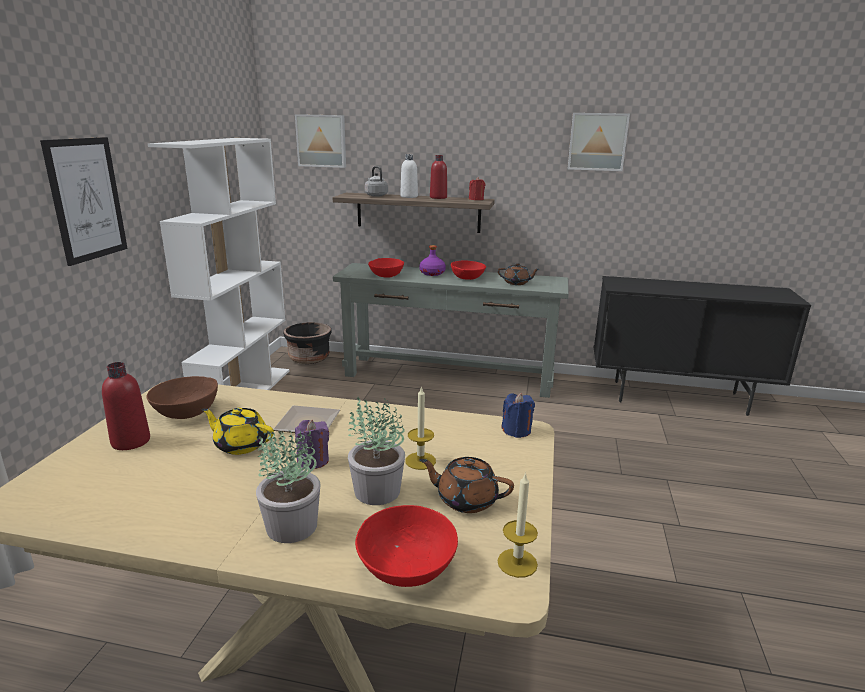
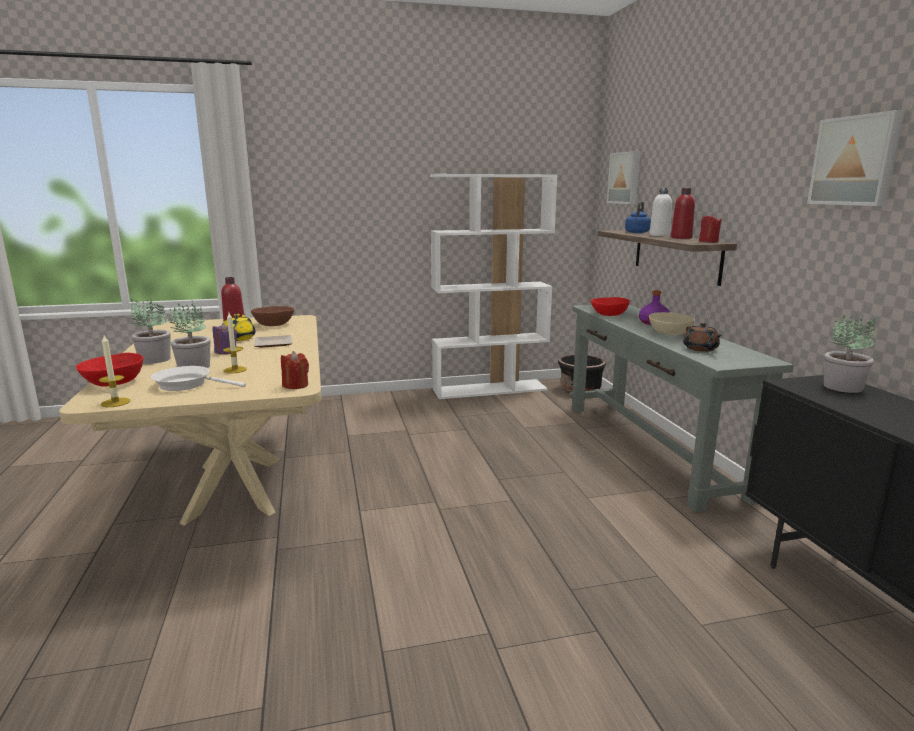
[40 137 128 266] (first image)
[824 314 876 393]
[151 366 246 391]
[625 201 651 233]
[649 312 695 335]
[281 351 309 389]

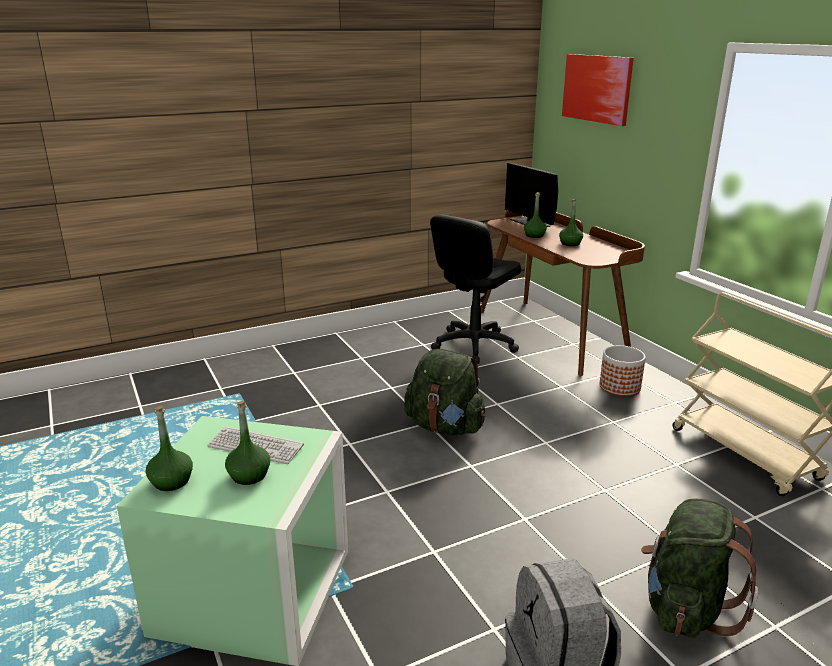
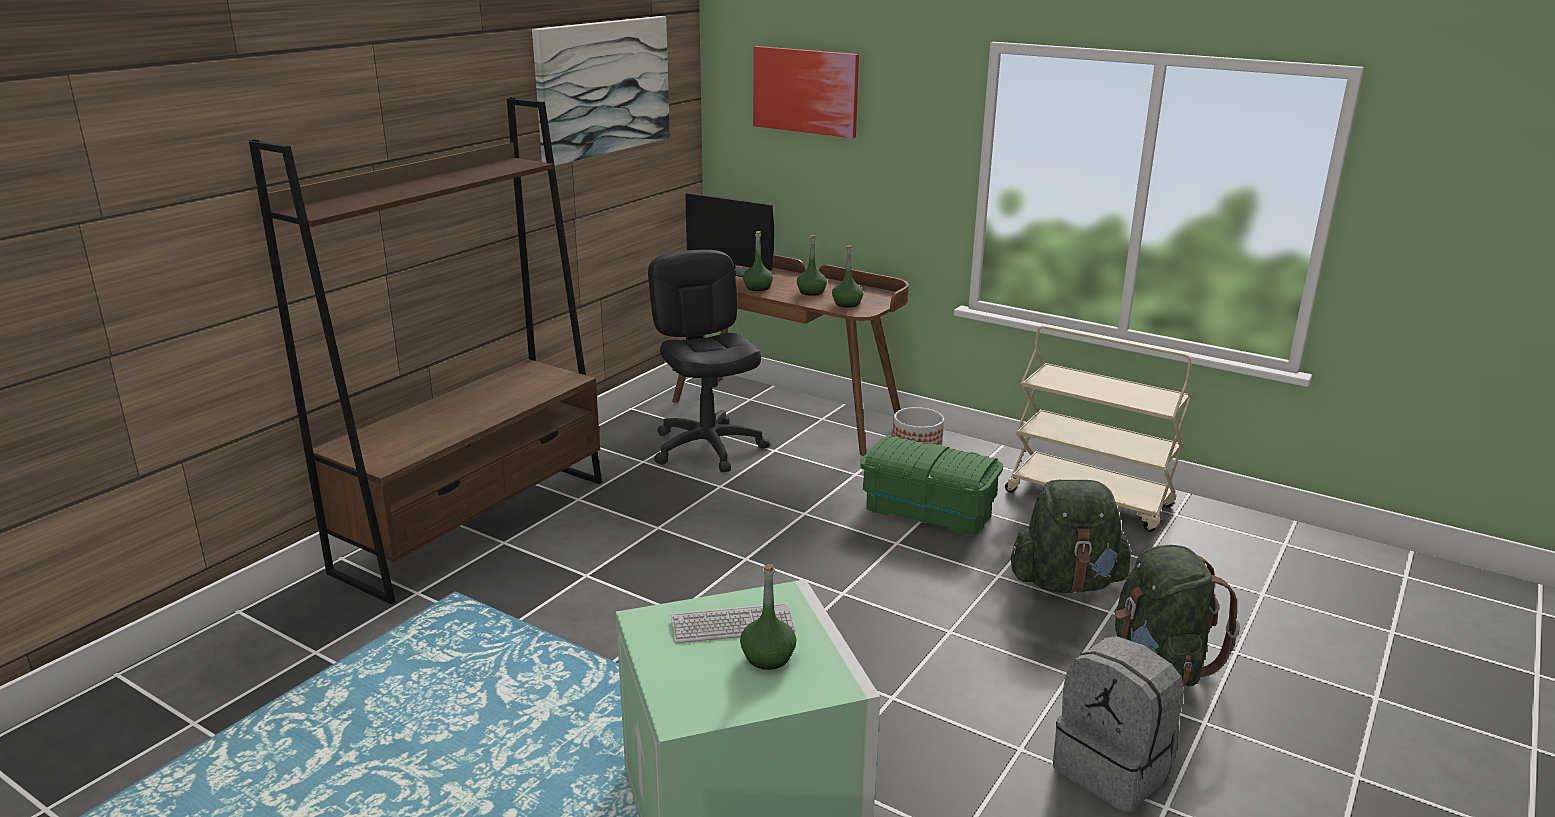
[249 97 602 604]
[532 16 670 166]
[860 435 1003 535]
[832 245 863 307]
[1011 480 1133 593]
[648 250 769 472]

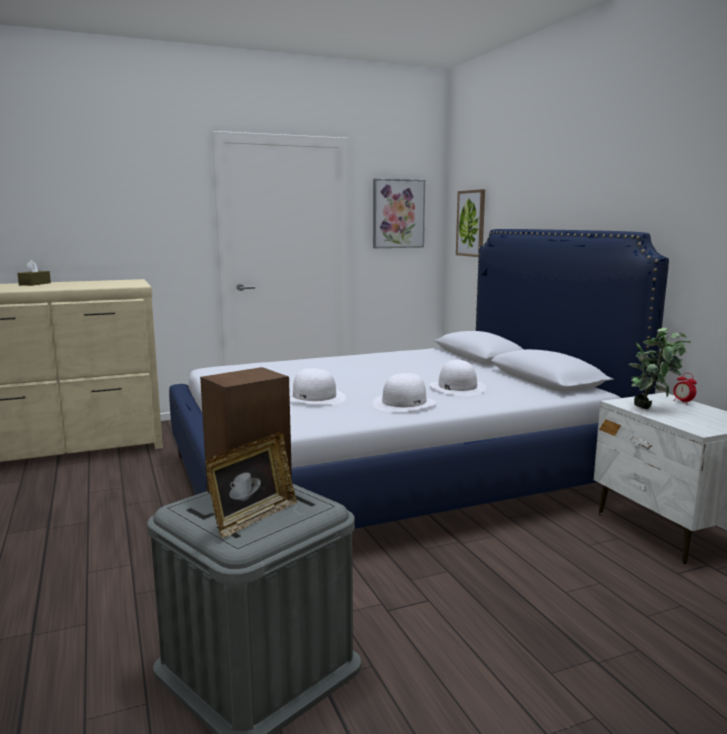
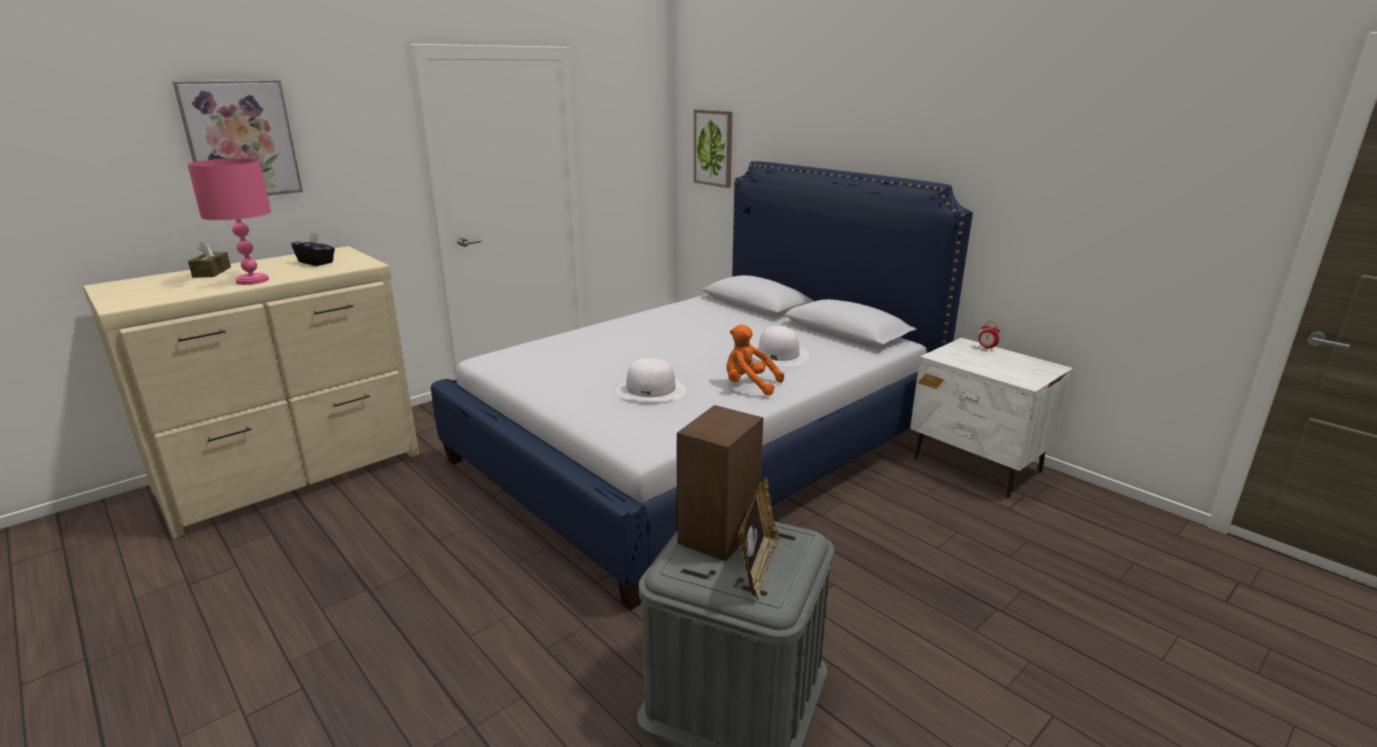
[629 328 691 409] (first image)
[187 158 271 285]
[291 232 335 266]
[172 80 303 195]
[727 324 784 395]

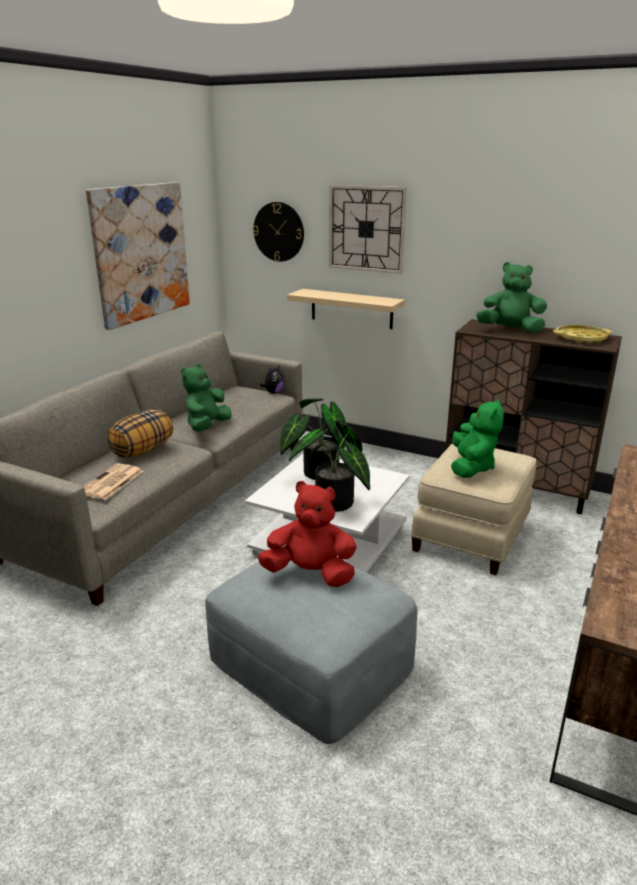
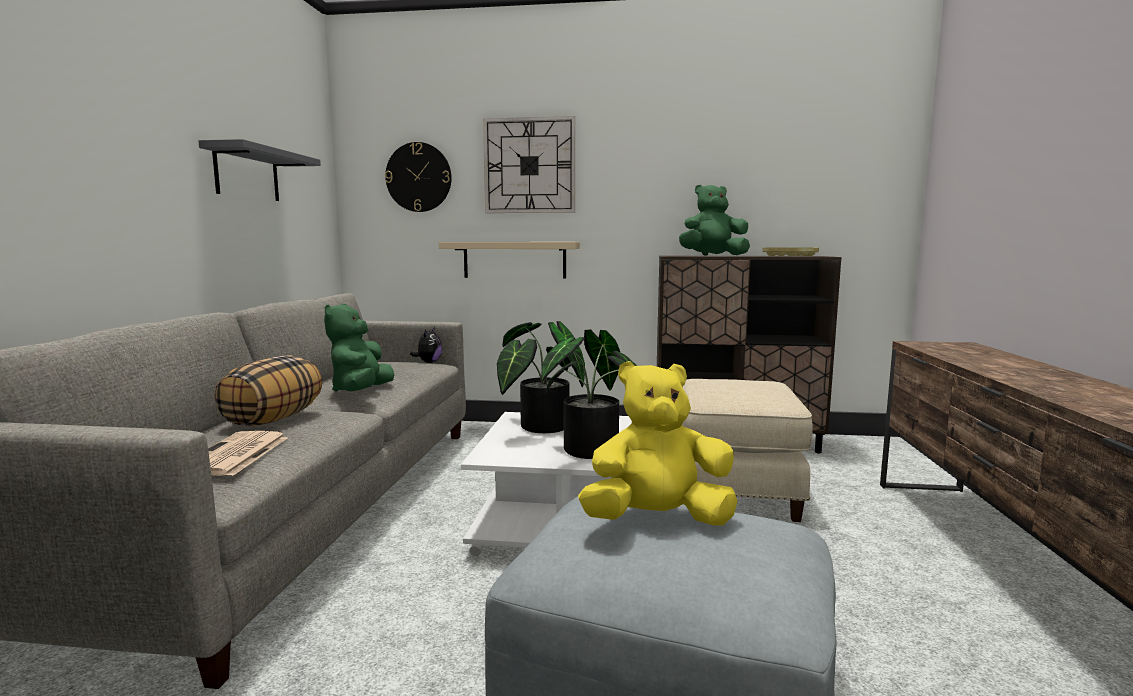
[451 399 504 478] (first image)
[199 139 321 201]
[578 361 738 526]

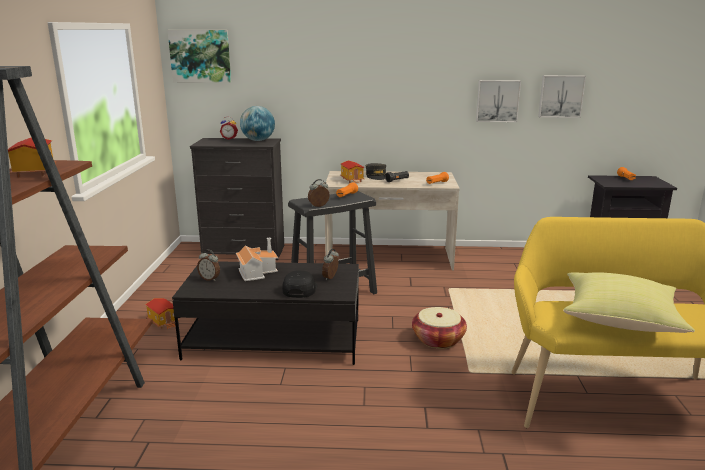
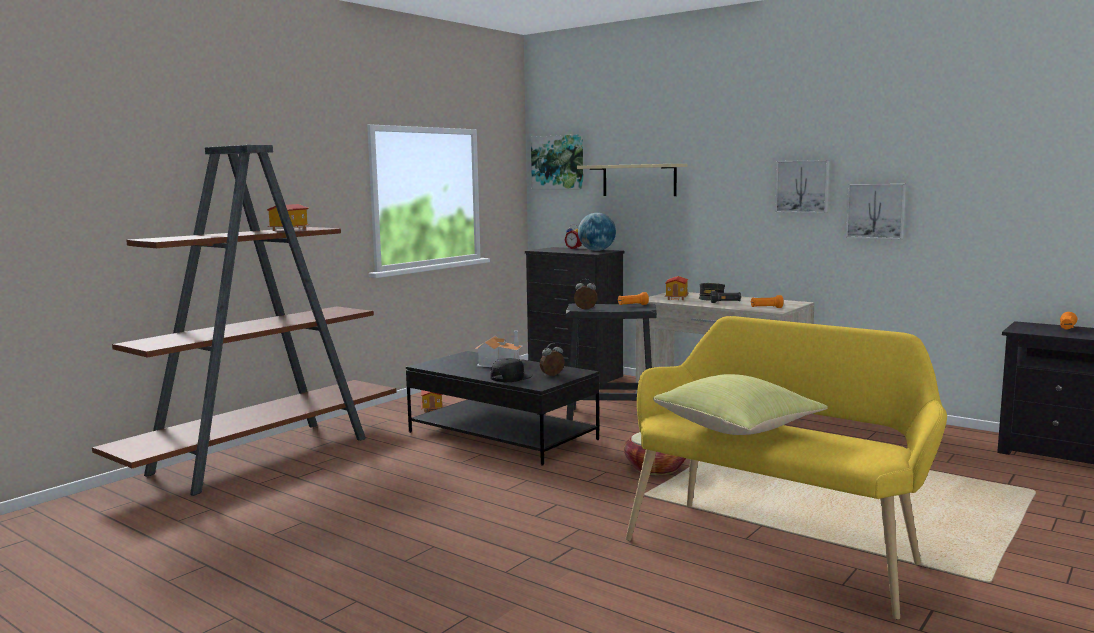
[197 250 220 281] (first image)
[577 164 687 196]
[775 160 830 213]

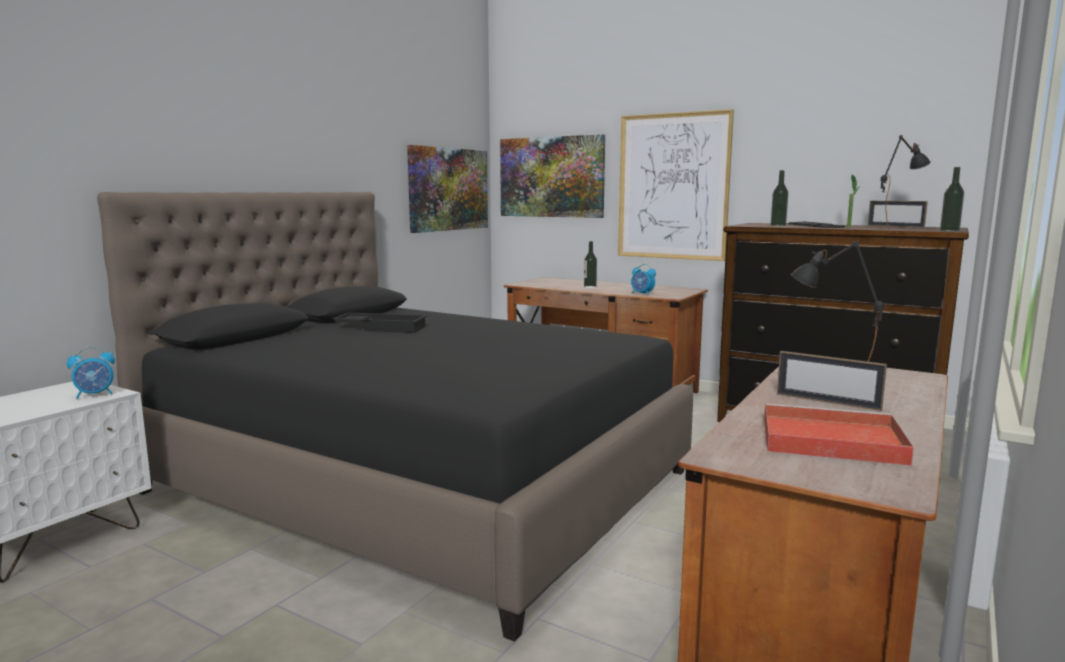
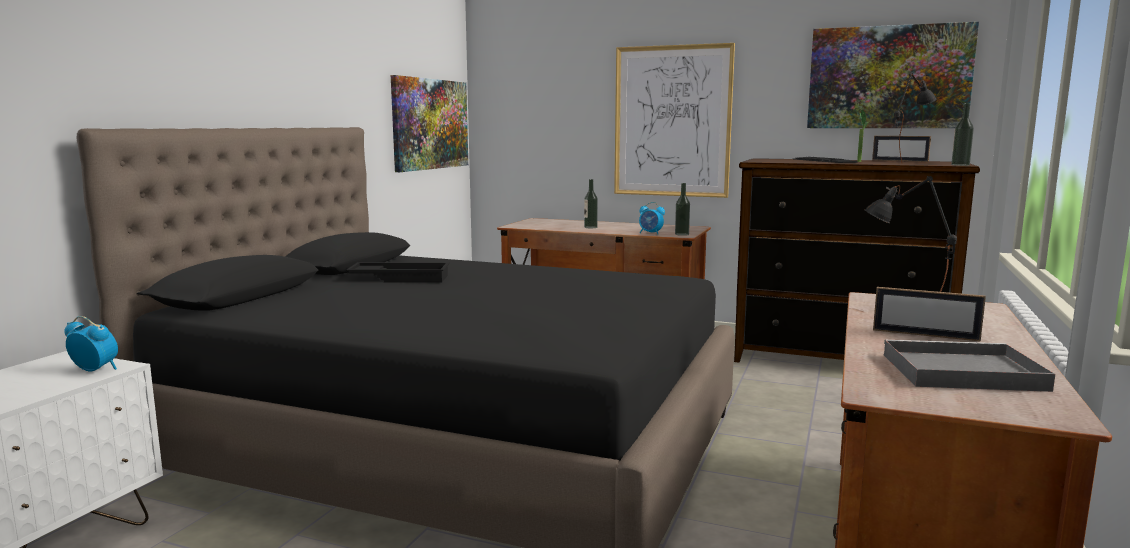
[807 22 979 128]
[675 183 690 236]
[884 340 1055 392]
[64 316 118 372]

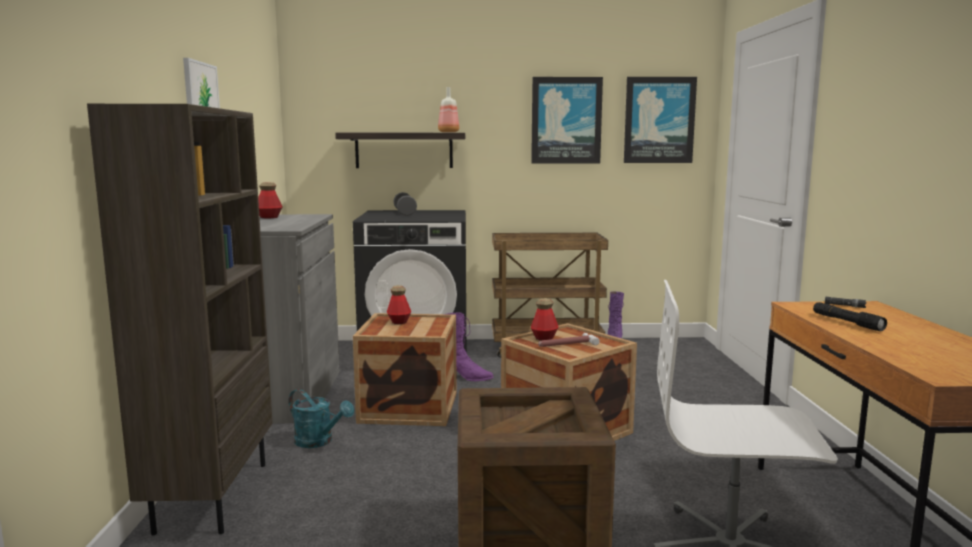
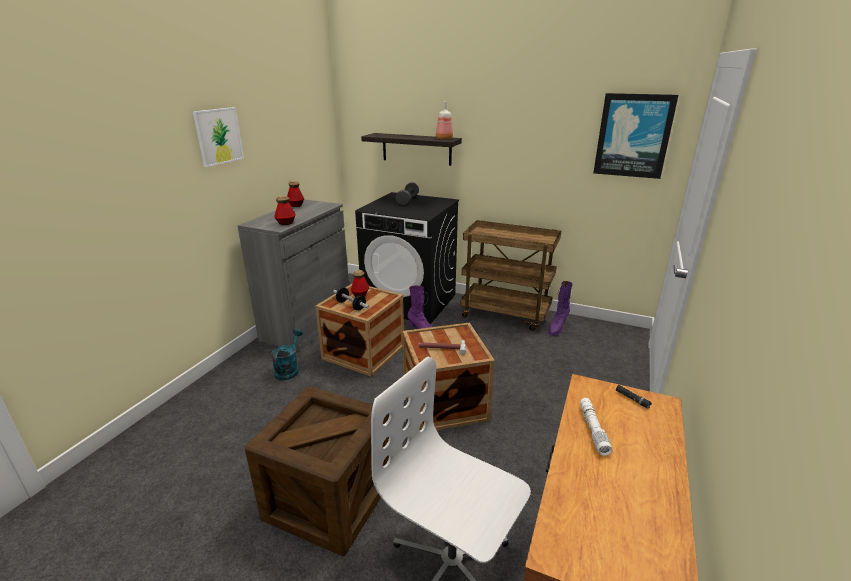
[87 104 273 535] (first image)
[531 77 603 163] (first image)
[333 287 369 311]
[274 196 296 225]
[580 398 612 455]
[271 329 303 381]

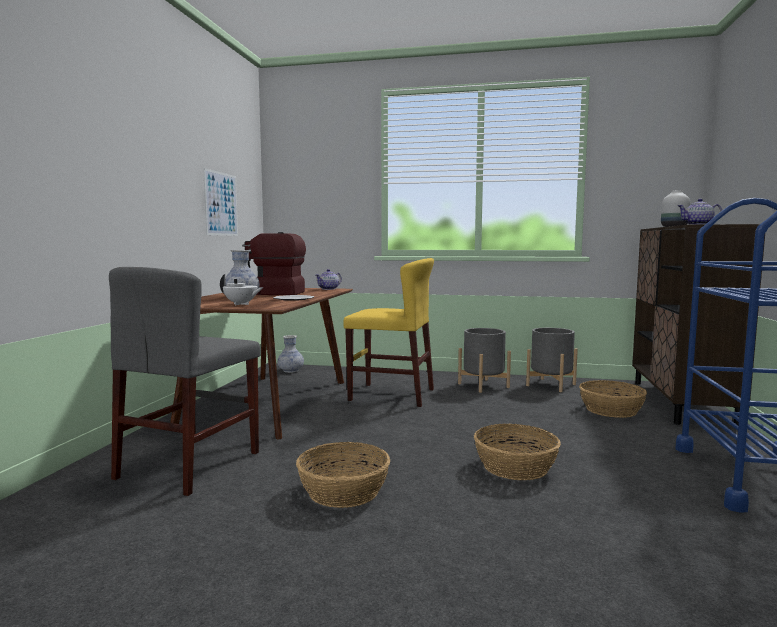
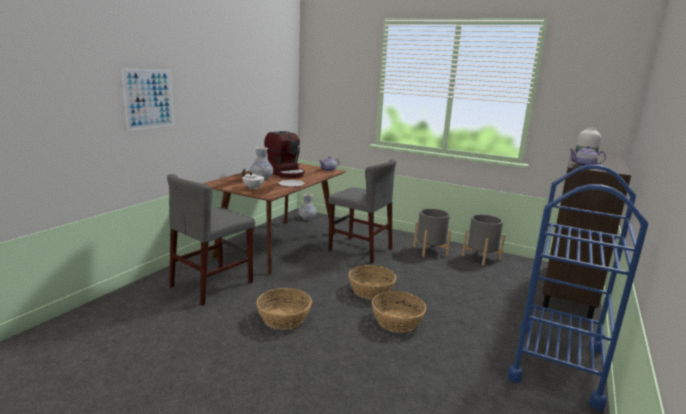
[121 68 174 131]
[348 265 396 299]
[328 159 396 263]
[264 131 305 179]

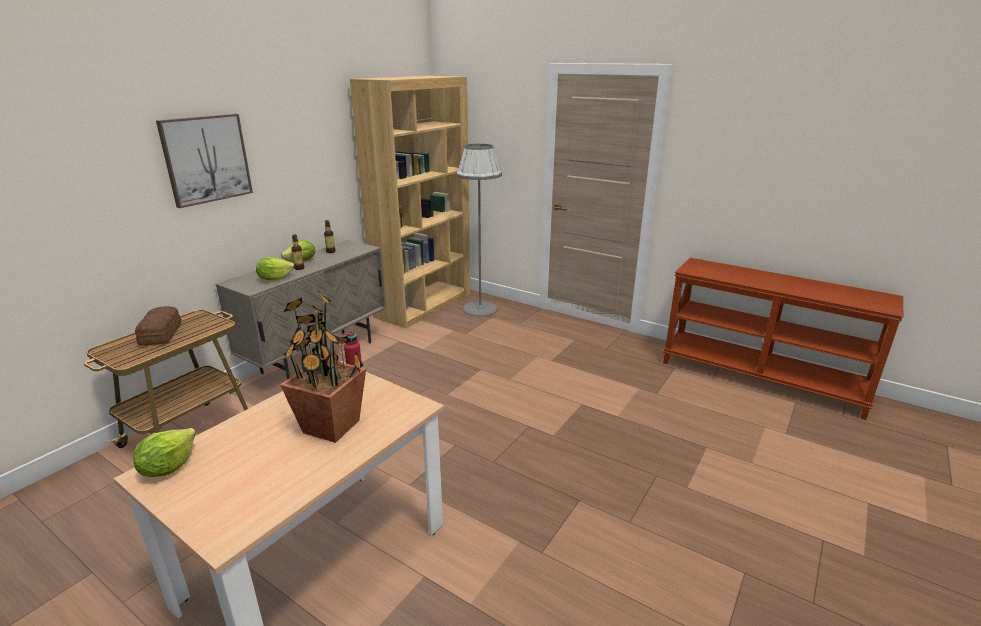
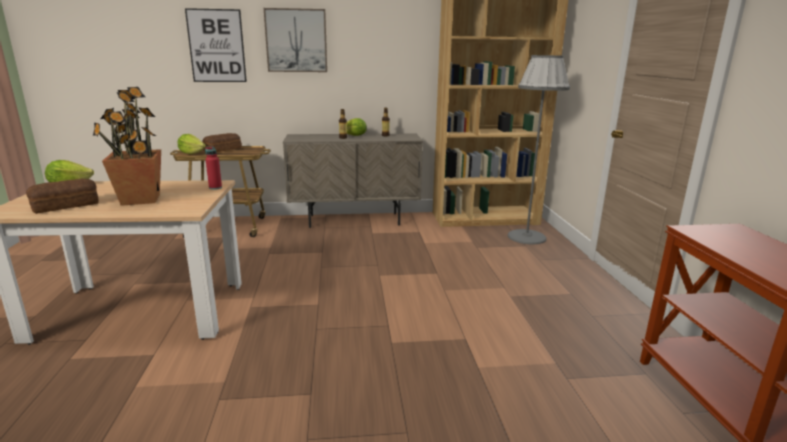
[26 178 99 214]
[185 8 247 82]
[178 134 206 154]

